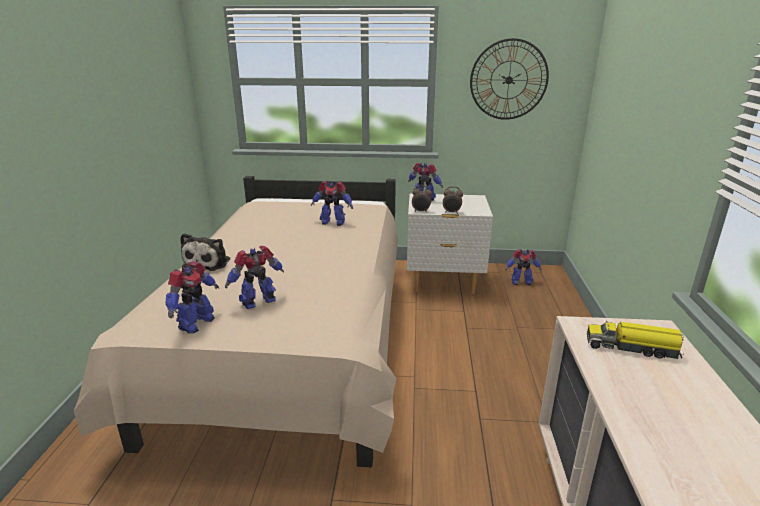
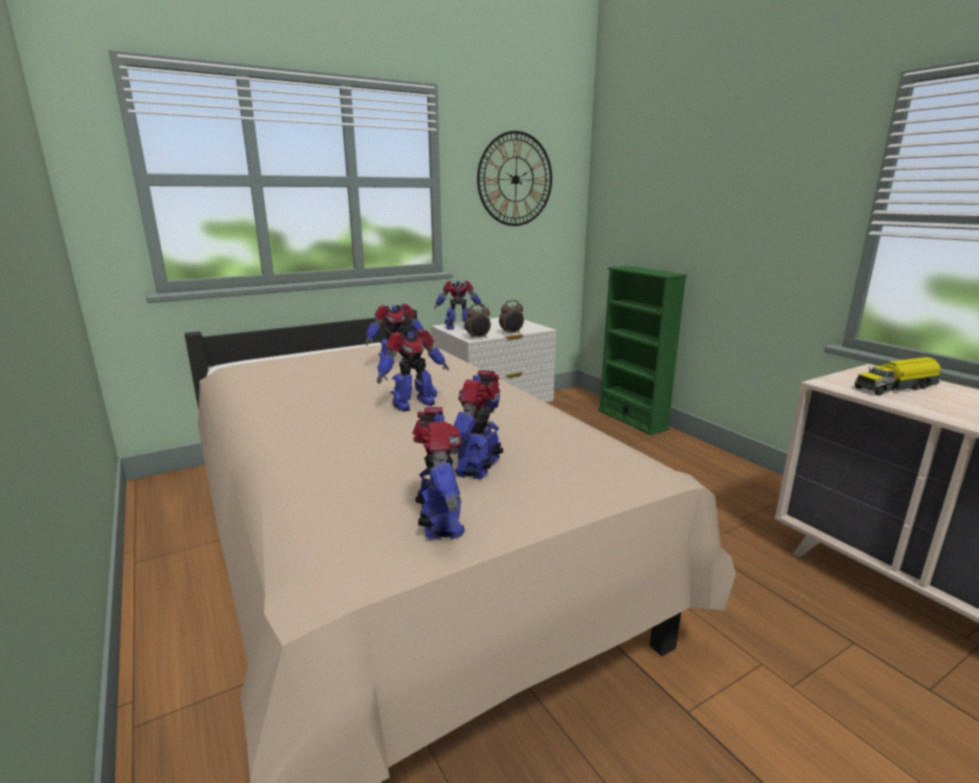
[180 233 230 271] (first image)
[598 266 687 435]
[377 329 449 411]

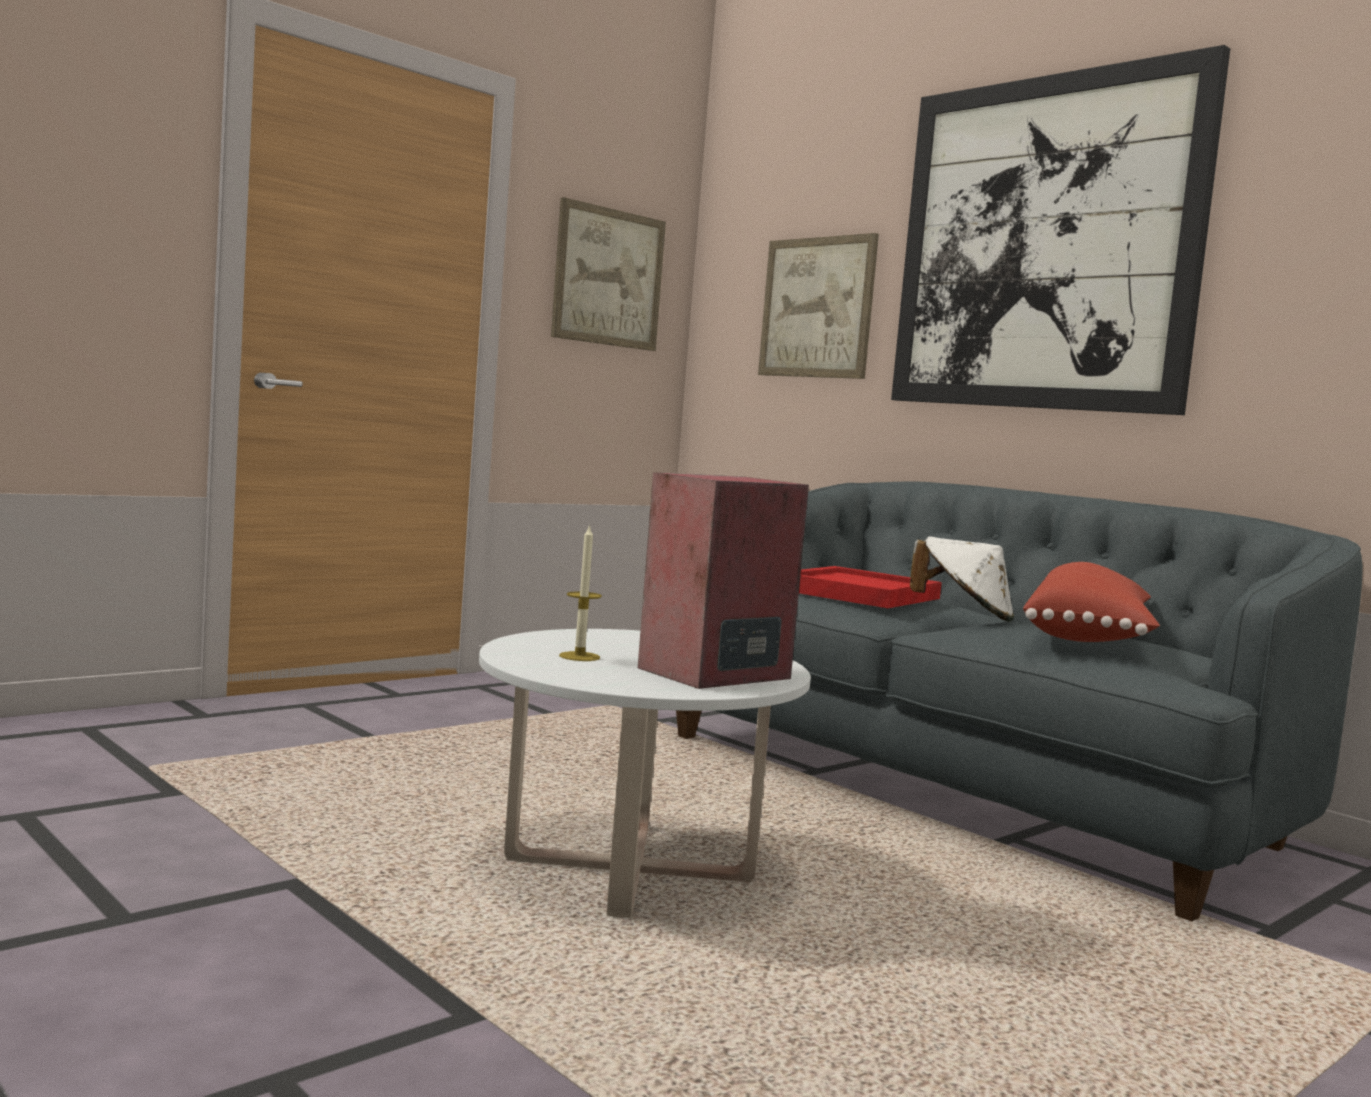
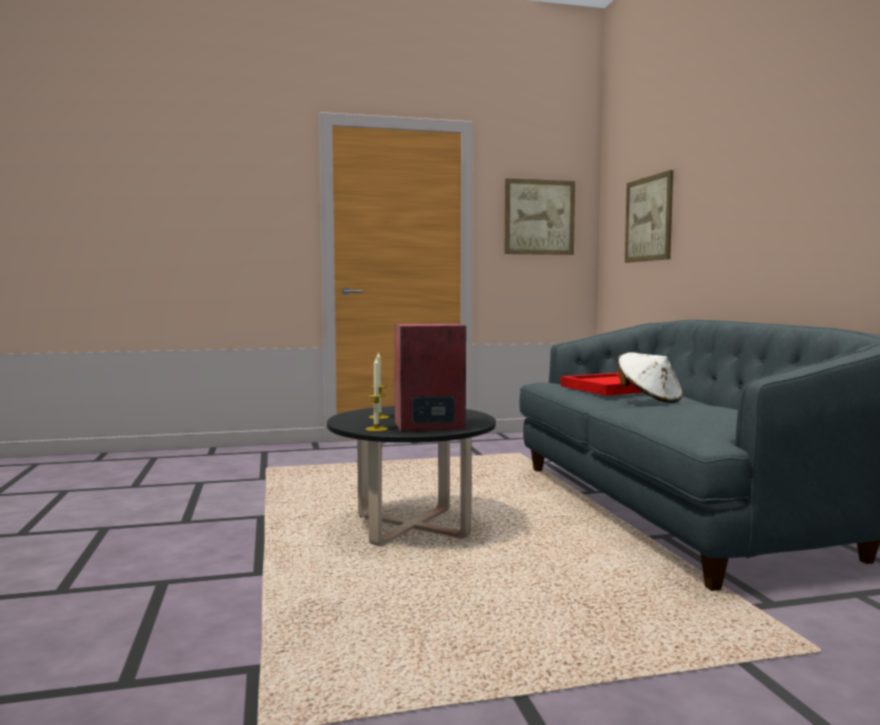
[891 45 1230 415] (first image)
[1023 562 1160 642] (first image)
[366 358 388 432]
[327 406 496 546]

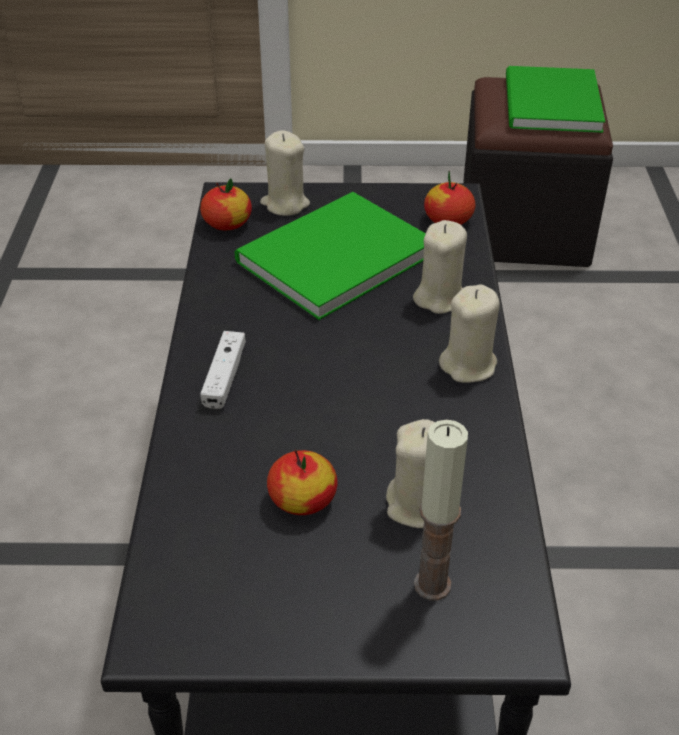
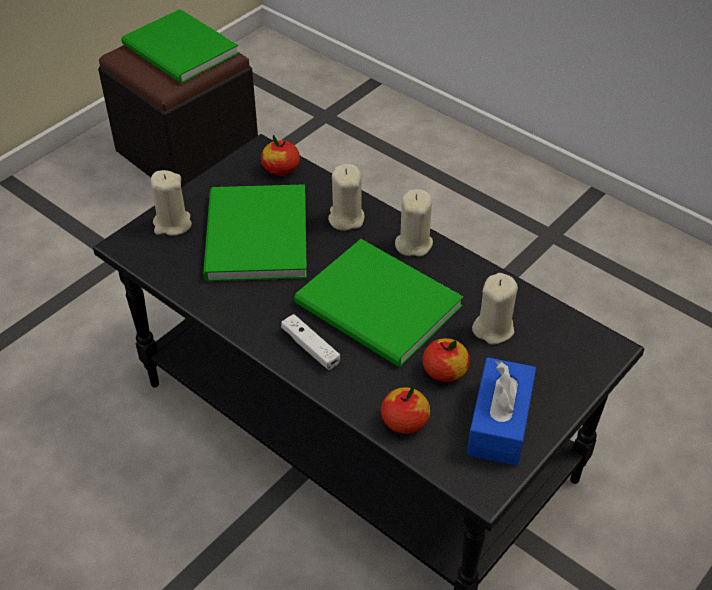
[414 419 468 600] (first image)
[294 239 463 367]
[467 357 536 466]
[381 386 430 434]

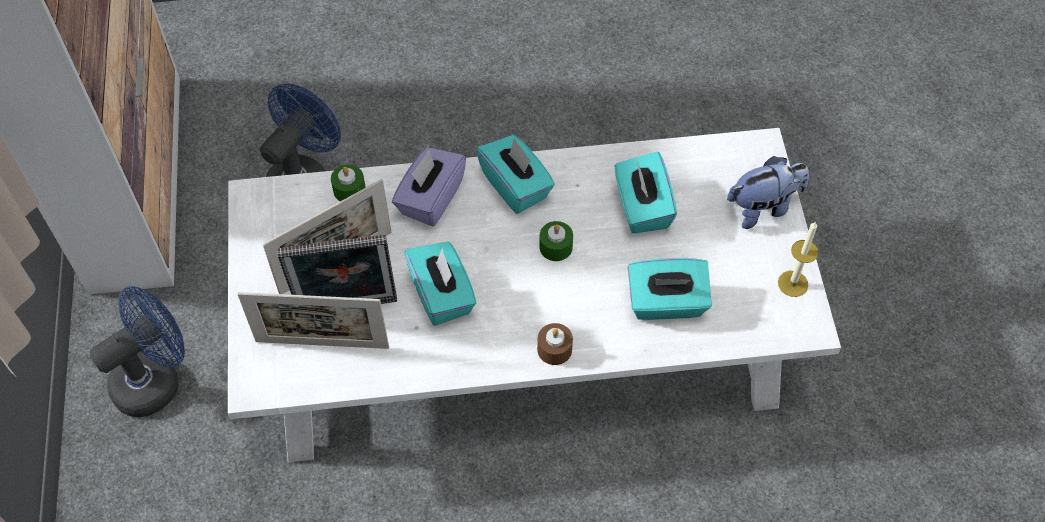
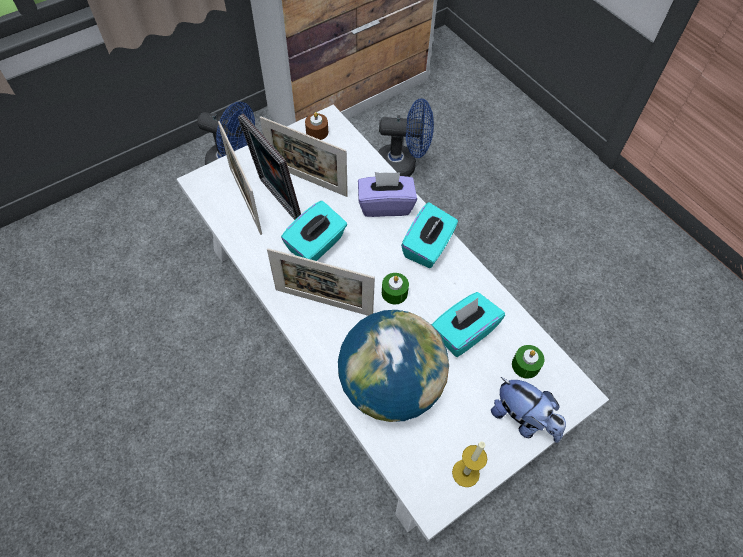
[267 248 375 316]
[512 345 544 379]
[305 112 328 140]
[338 310 449 422]

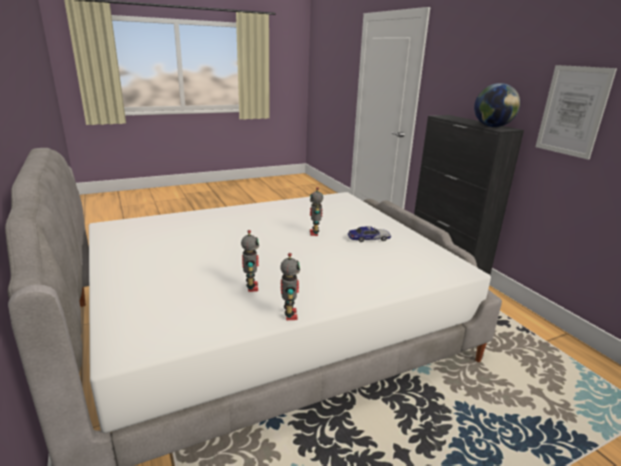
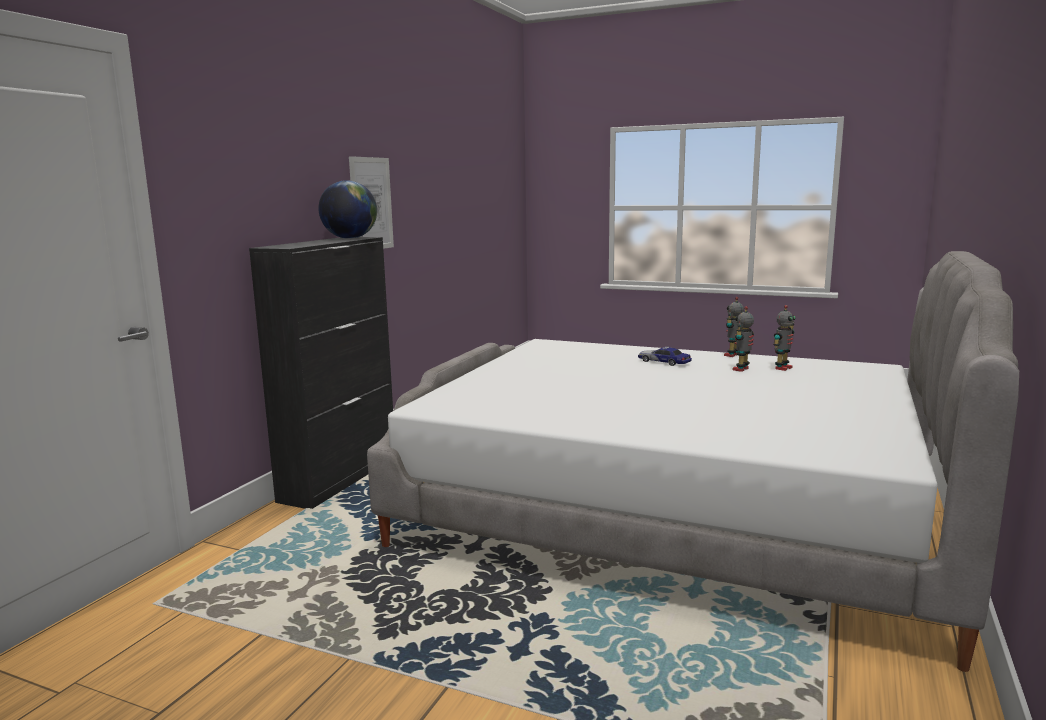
[773 305 796 371]
[638 347 692 366]

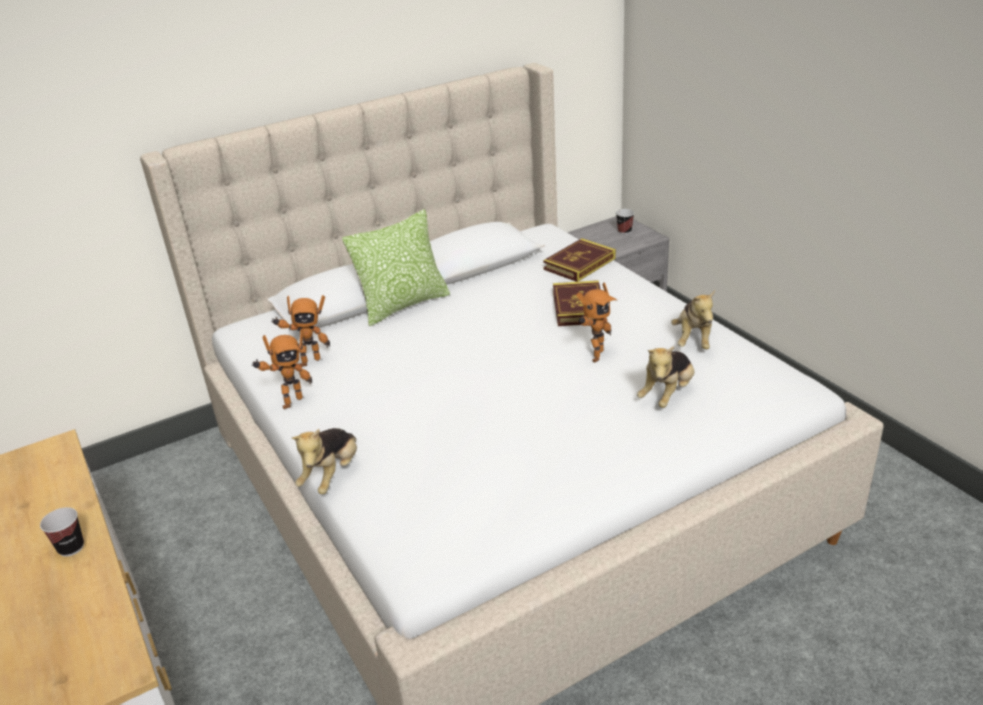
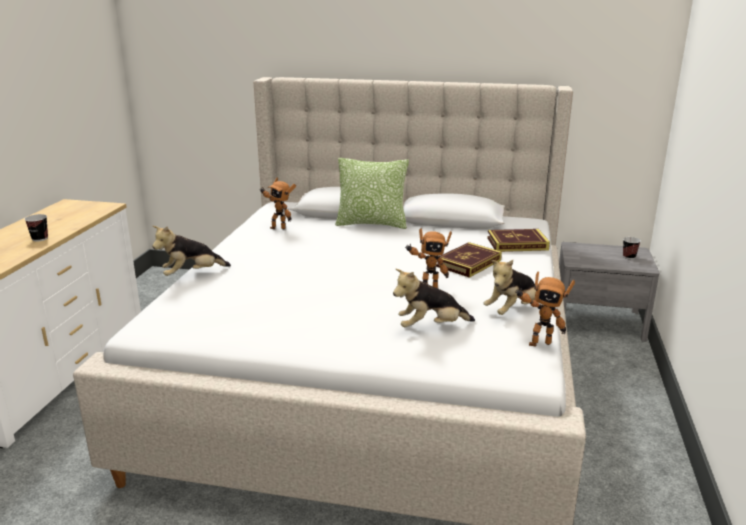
[515 272 575 347]

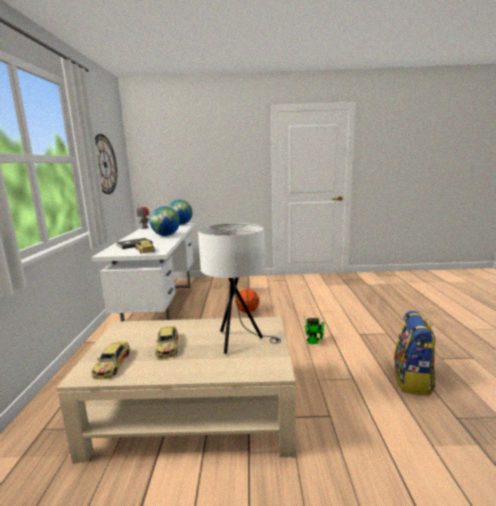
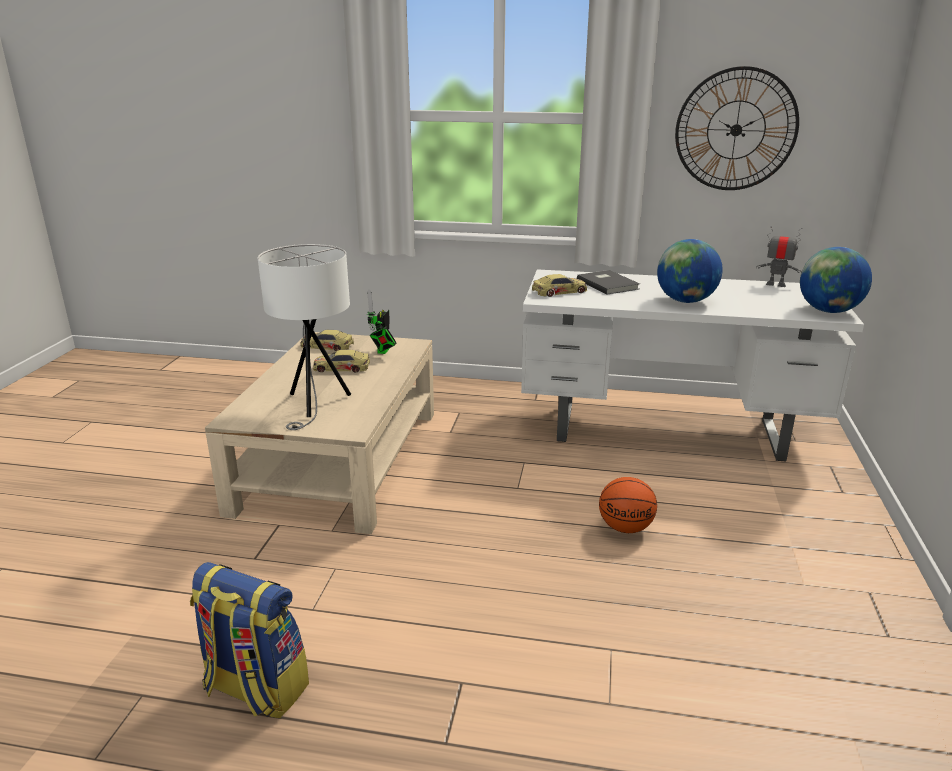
[367 289 397 354]

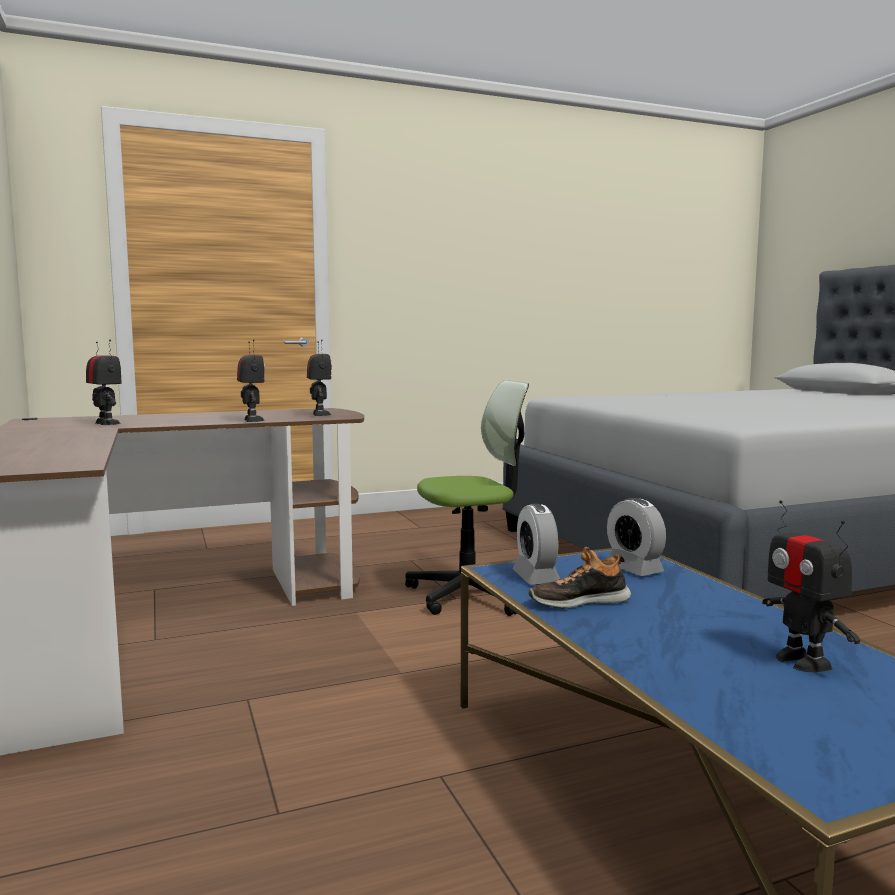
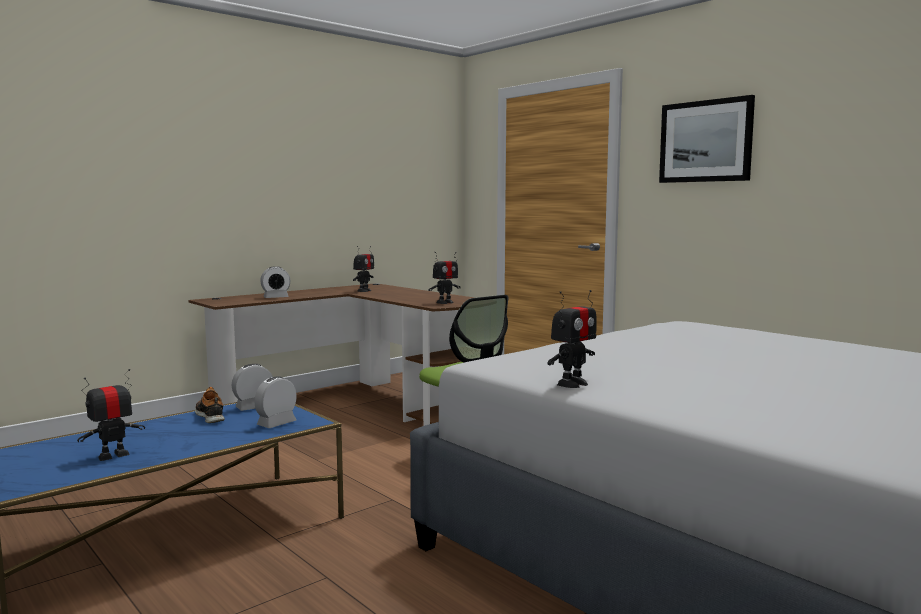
[260 266 290 298]
[659 95 755 183]
[547 290 597 388]

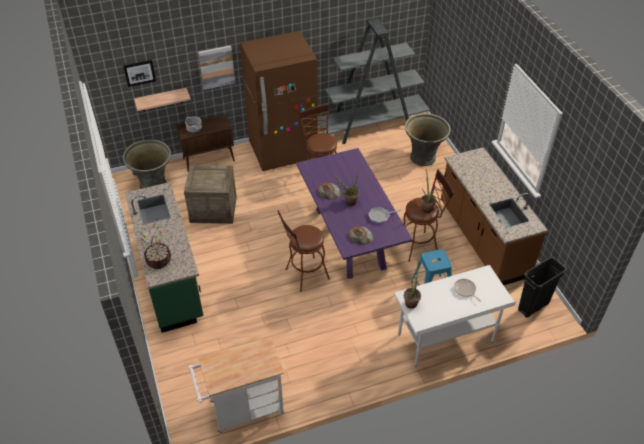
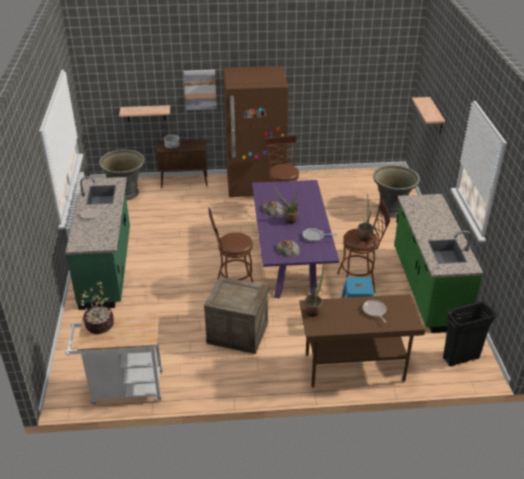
[123 60 156 87] (first image)
[318 18 430 144] (first image)
[412 97 445 134]
[79 281 114 334]
[204 276 268 354]
[299 294 425 388]
[394 194 483 333]

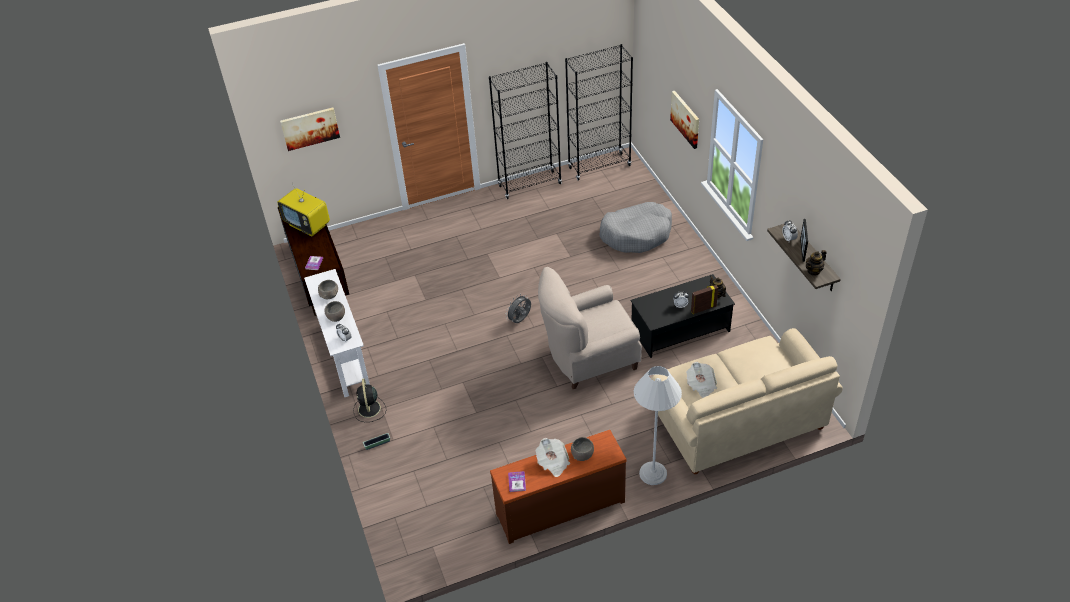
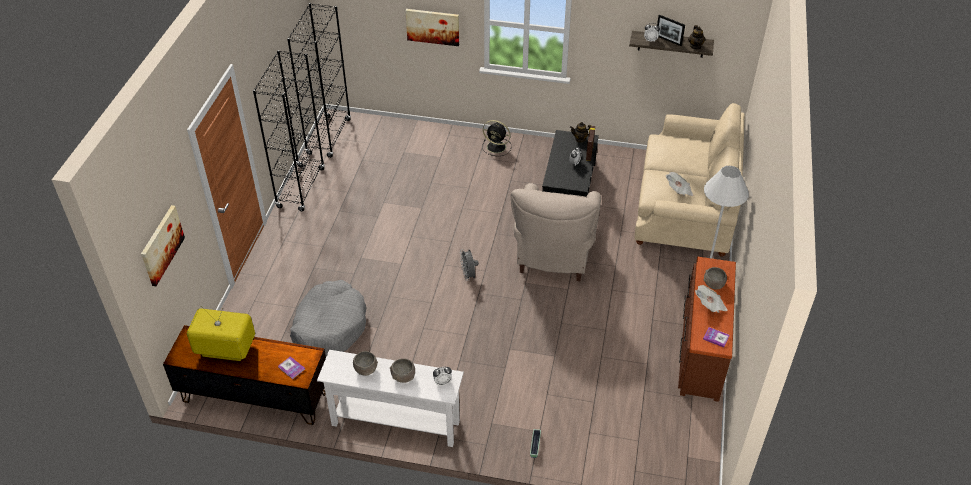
[482 120 512 156]
[290 280 367 356]
[187 306 255 361]

